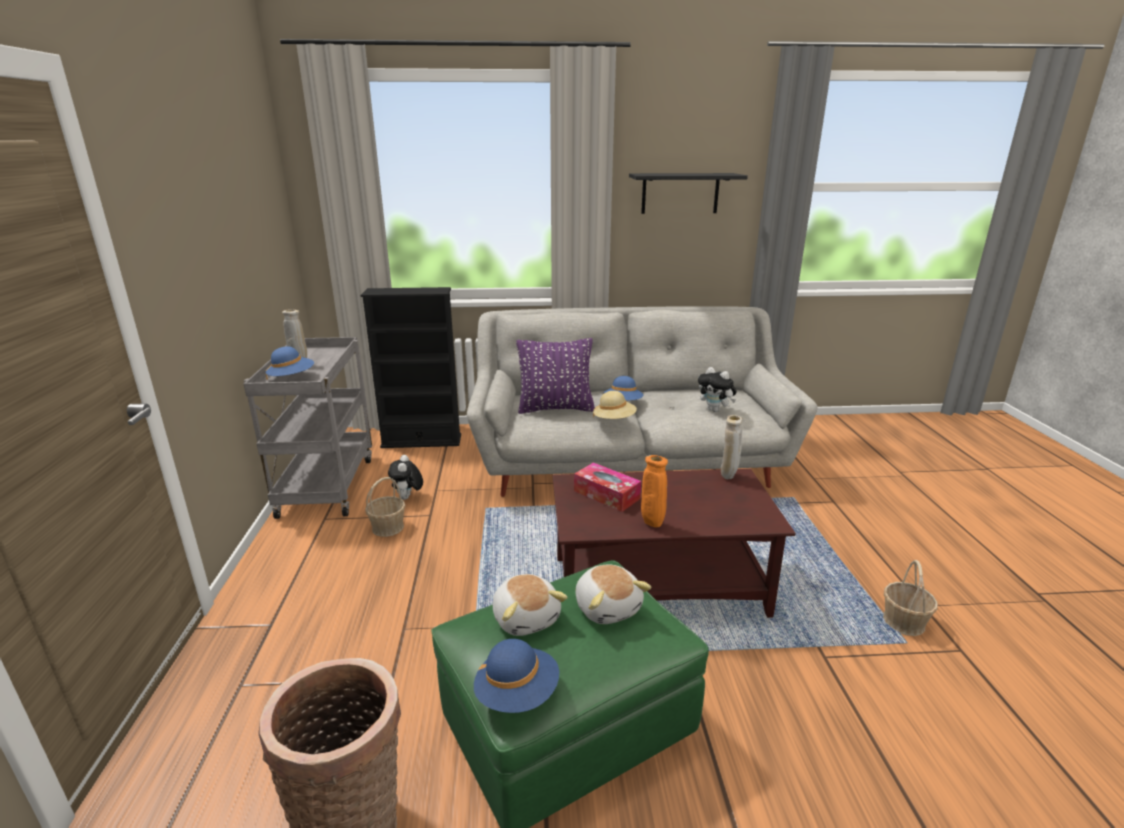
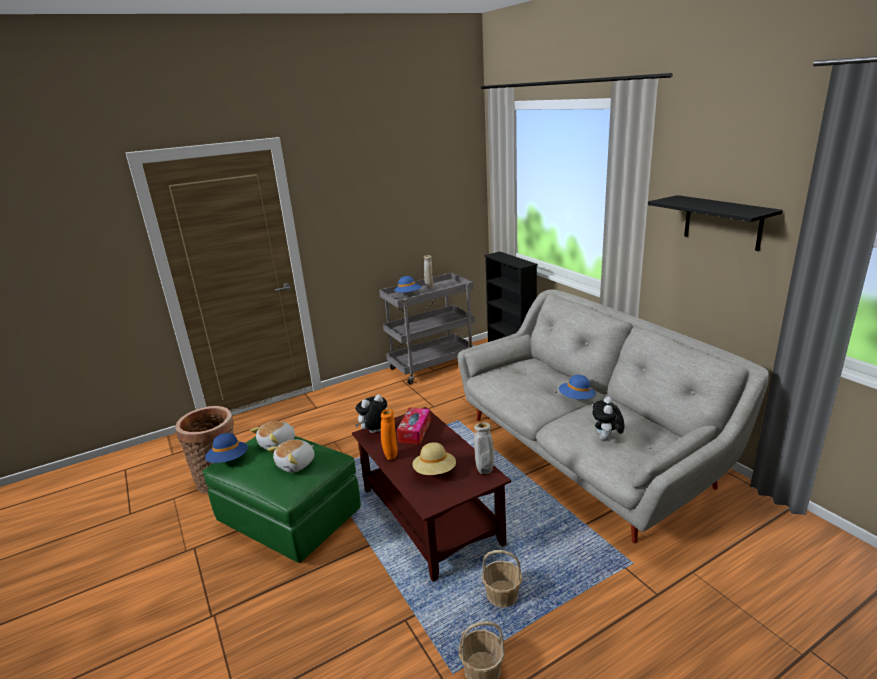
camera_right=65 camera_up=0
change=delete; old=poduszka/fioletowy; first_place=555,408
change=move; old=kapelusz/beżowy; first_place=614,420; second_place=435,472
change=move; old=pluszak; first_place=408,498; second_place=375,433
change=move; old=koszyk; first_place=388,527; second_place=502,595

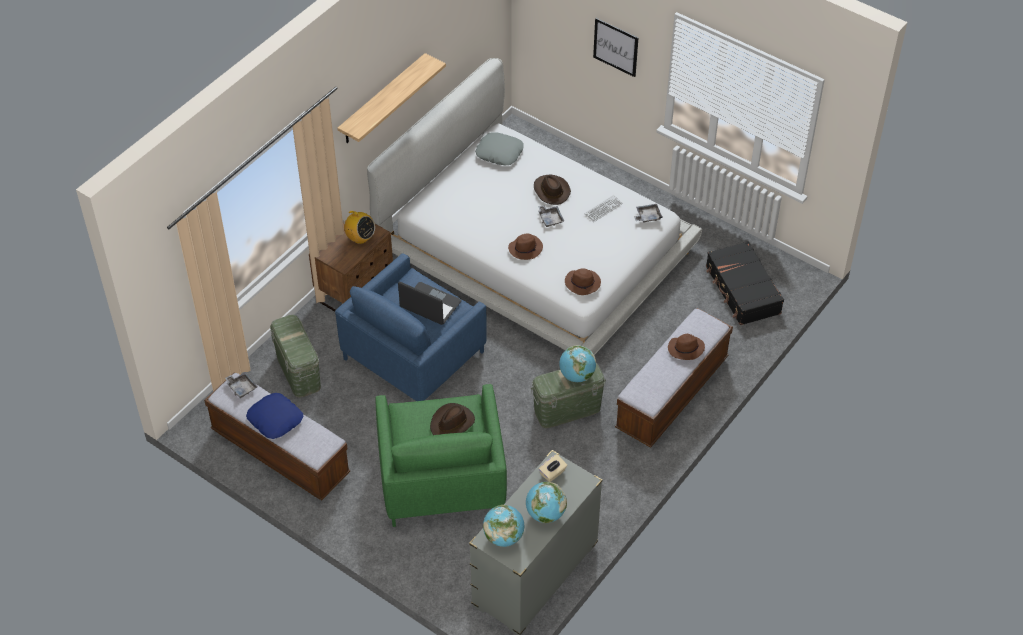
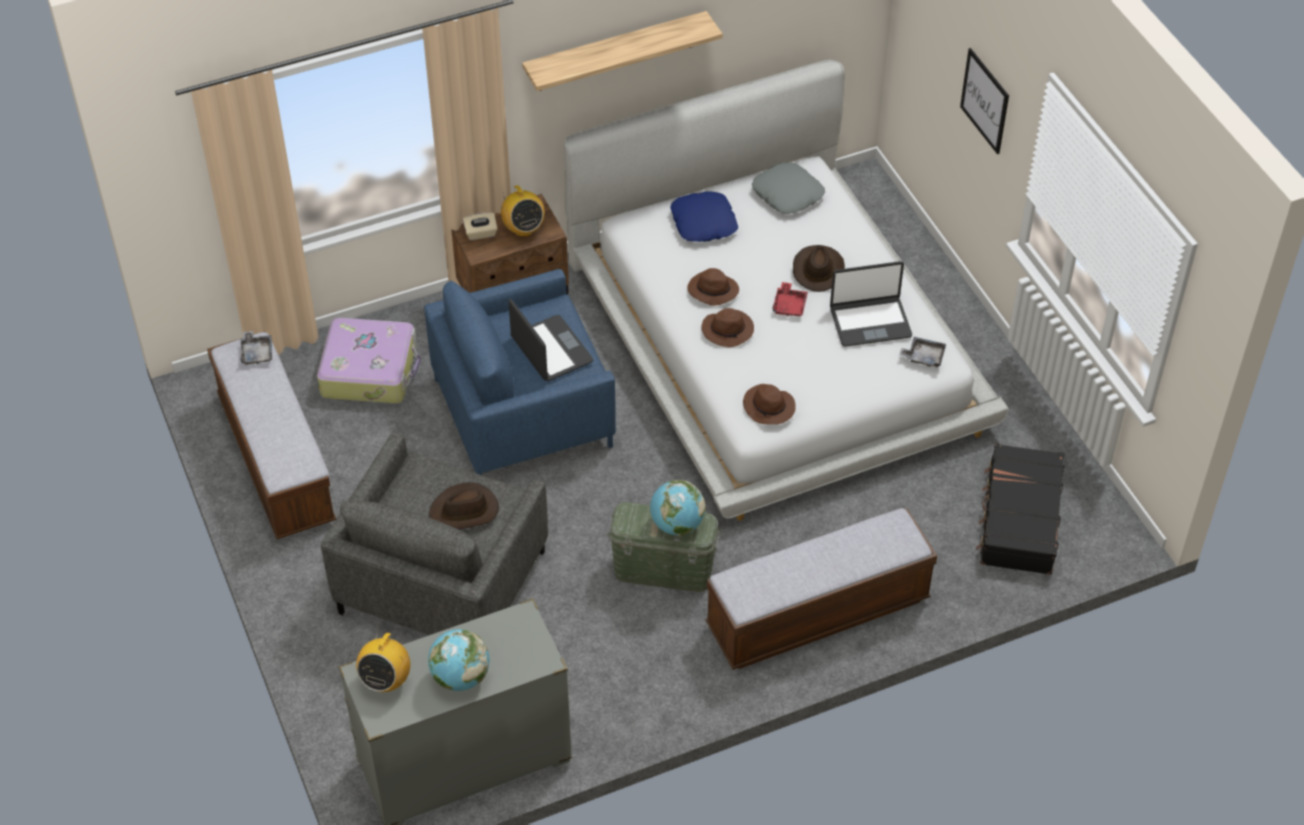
camera_right=30 camera_up=0
change=replace; old=klawiatura; new=laptop; first_place=603,209; second_place=870,322
change=recolor; old=taca/szary; new=taca/czerwony; first_place=550,218; second_place=789,305
change=replace; old=pojemnik do przechowywania/zielony; new=walizka; first_place=298,372; second_place=370,370
change=move; old=kapelusz/brązowy; first_place=685,349; second_place=712,291
change=recolor; old=fotel/zielony; new=fotel/szary; first_place=441,478; second_place=441,581
change=move; old=poduszka/niebieski; first_place=275,419; second_place=704,222
change=move; old=pudełko chusteczek/beżowy; first_place=553,473; second_place=481,234
change=replace; old=globus; new=radio; first_place=503,537; second_place=386,680

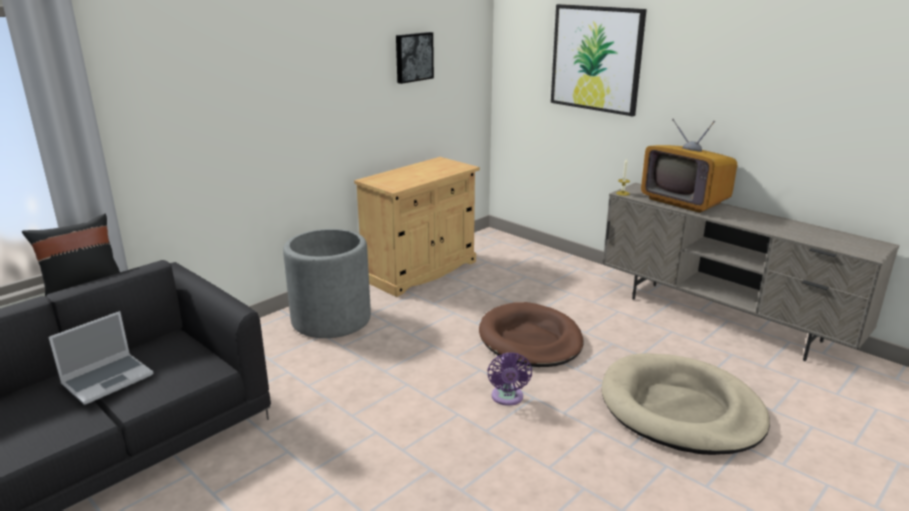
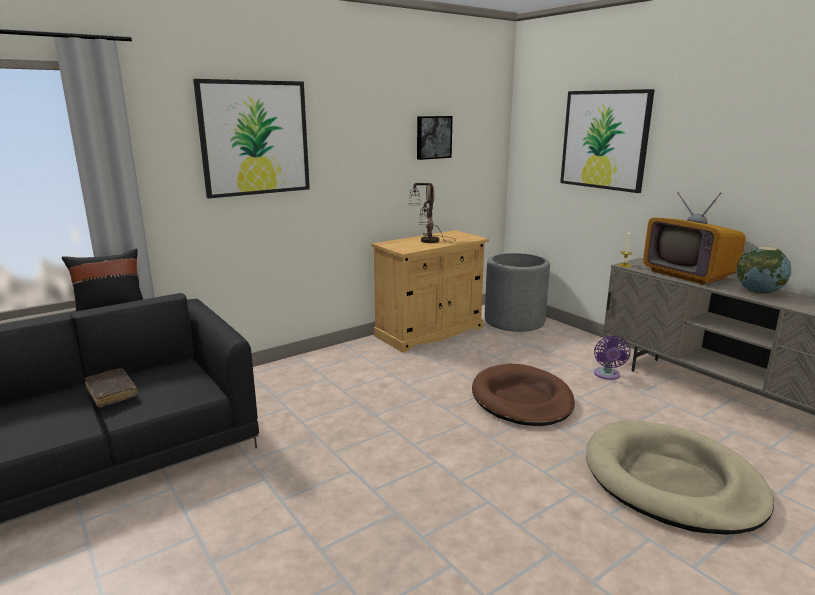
camera_right=10 camera_up=-5
change=move; old=donica/szary; first_place=331,319; second_place=514,321
change=replace; old=laptop; new=książka/brązowy; first_place=108,379; second_place=112,393
change=move; old=wentylator/fioletowy; first_place=507,398; second_place=607,375
change=insert; new=obraz; second_place=255,138
change=insert; new=lampa stołowa; second_place=429,241
change=insert; new=globus; second_place=758,292

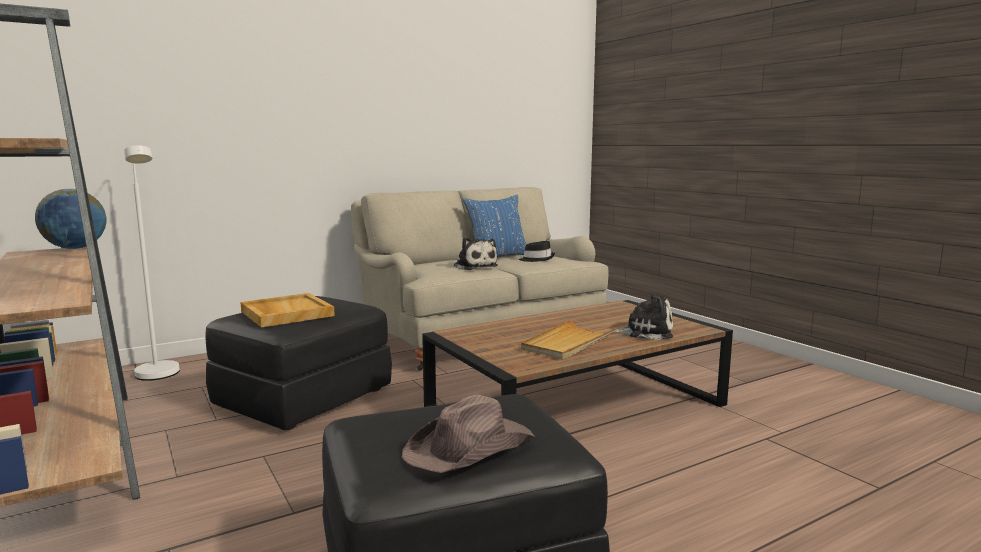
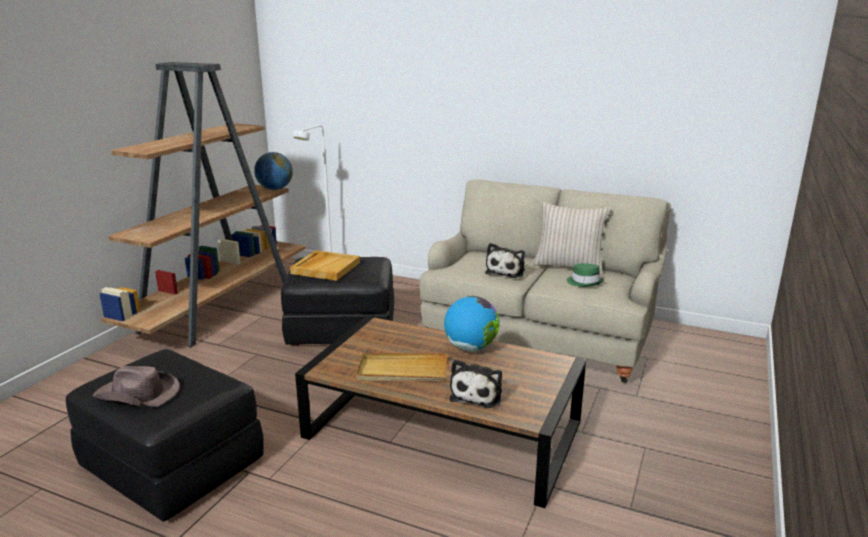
camera_right=55 camera_up=10
change=recolor; old=poduszka/niebieski; new=poduszka/beżowy; first_place=497,257; second_place=568,266
change=recolor; old=kapelusz/czarny; new=kapelusz/zielony; first_place=537,259; second_place=584,282
change=rotate; old=pluszak; first_place=645,332; second_place=477,394; degrees=45
change=insert; new=globus; second_place=470,348

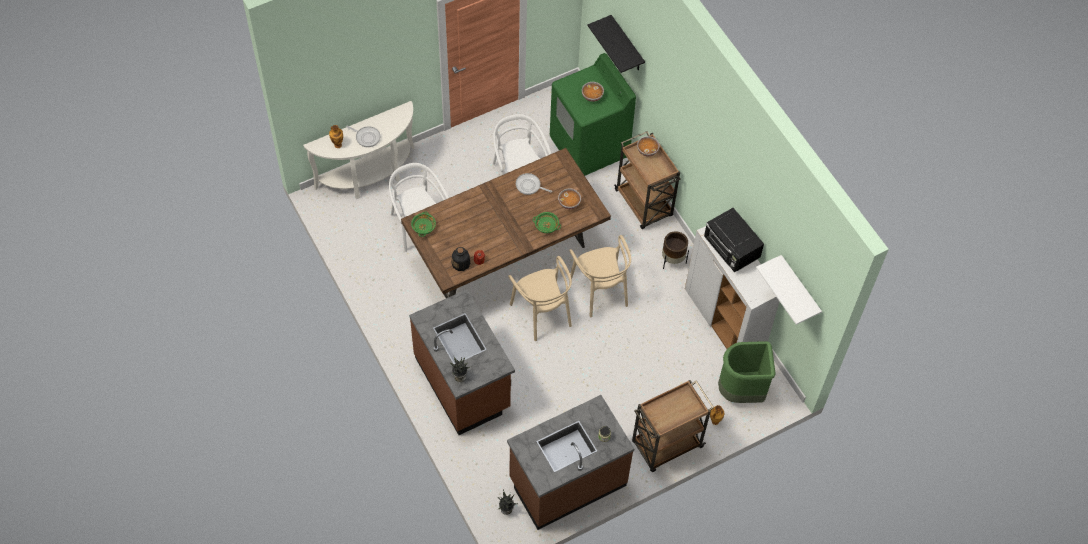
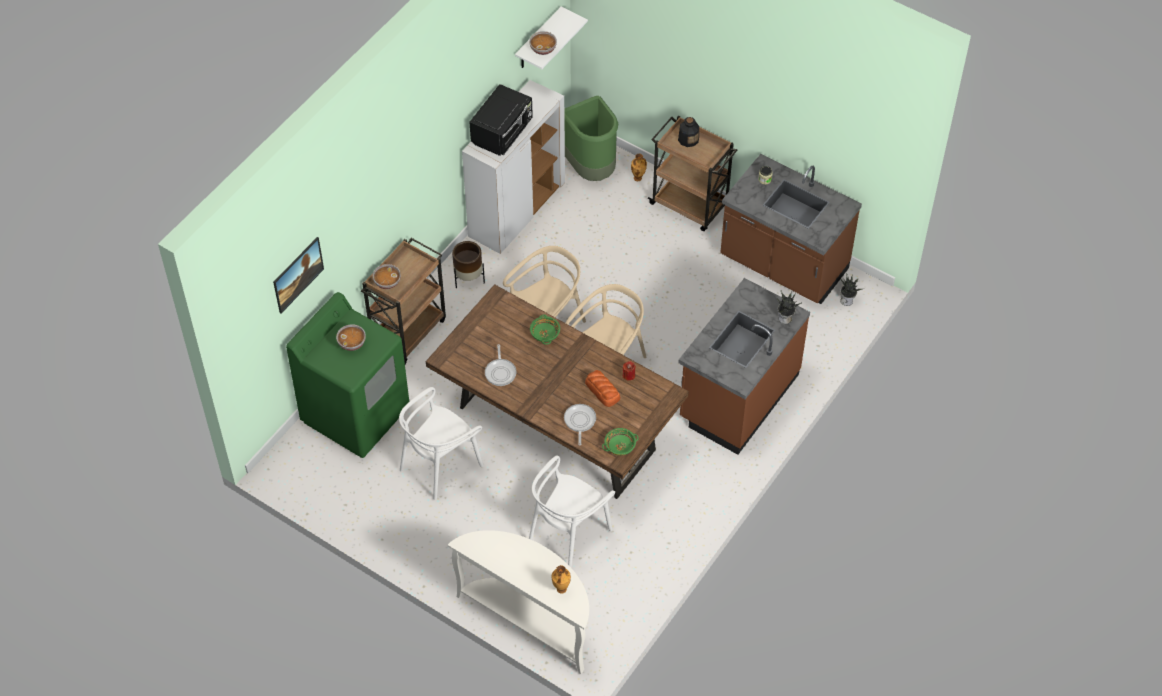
camera_right=-115 camera_up=-5
change=replace; old=półka/czarny; new=obraz; first_place=627,45; second_place=299,282
change=move; old=patelnia; first_place=366,137; second_place=579,421
change=move; old=miska; first_place=569,203; second_place=543,49
change=move; old=butelka; first_place=461,263; second_place=688,139
change=insert; new=chleb; second_place=602,391

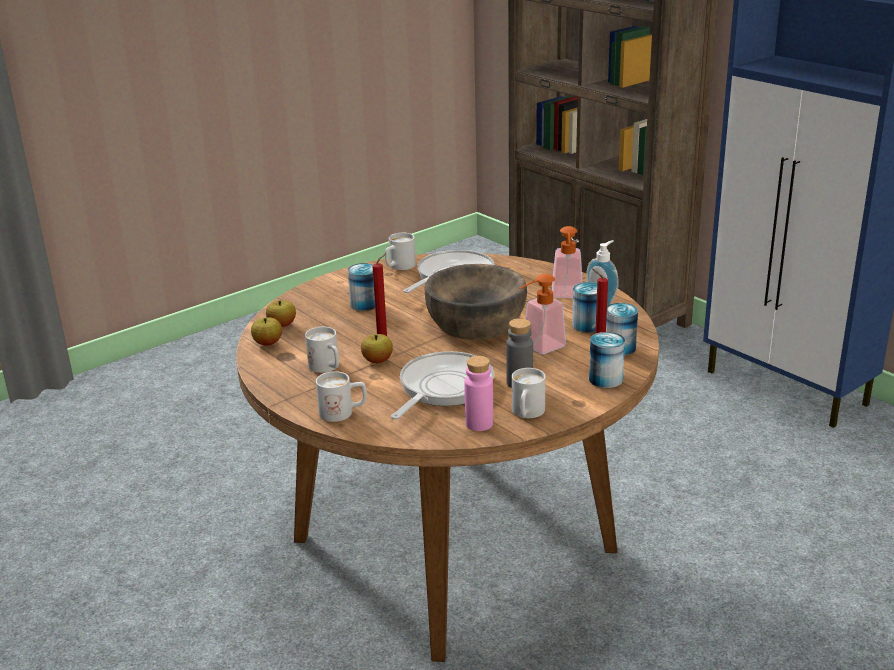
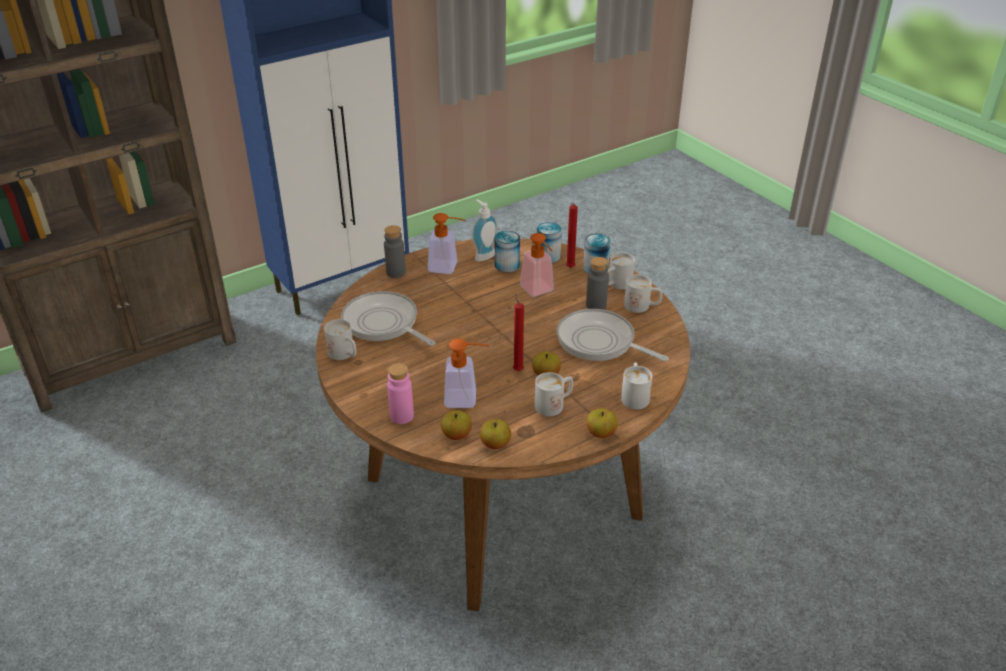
camera_right=-85 camera_up=10
change=delete; old=puszka; first_place=364,304
change=delete; old=miska/brązowy; first_place=476,323
change=move; old=butelka/różowy; first_place=479,424; second_place=402,416
change=insert; new=butelka/szary; second_place=396,272
change=insert; new=kubek/biały; second_place=616,284
change=insert; new=dozownik mydła; second_place=467,399
change=insert; new=jabłko; second_place=601,433

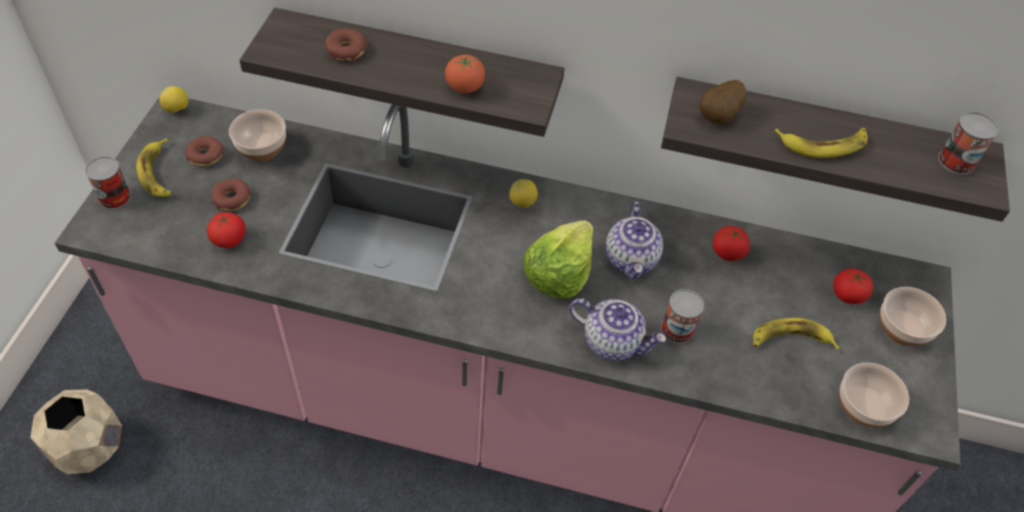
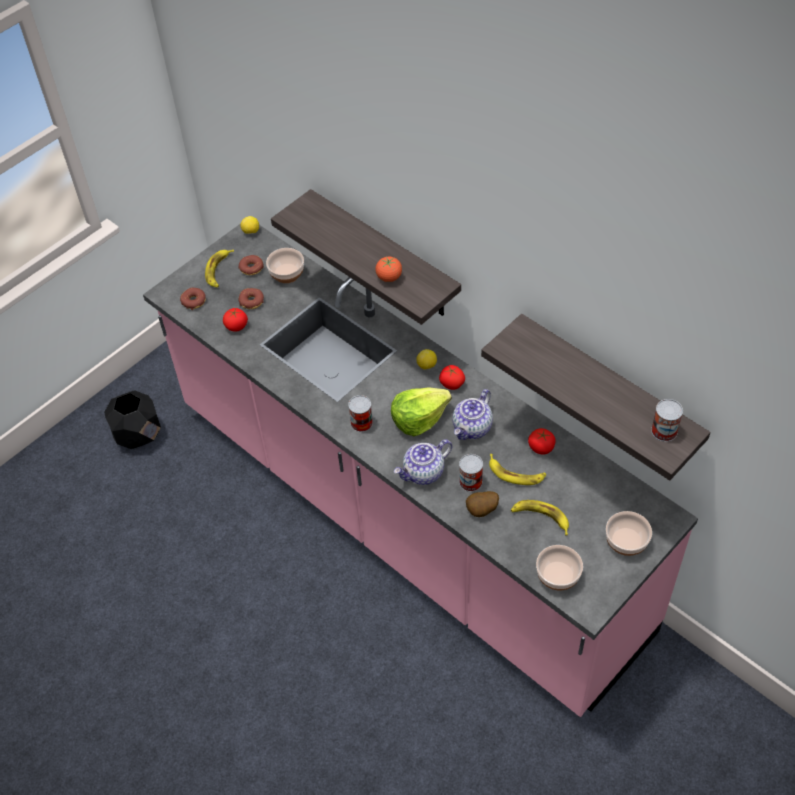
camera_right=35 camera_up=0
change=move; old=donut; first_place=346,50; second_place=194,301
change=move; old=ziemniak; first_place=719,117; second_place=482,511
change=move; old=banan; first_place=823,144; second_place=516,473
change=move; old=puszka; first_place=114,197; second_place=361,423
change=move; old=pomidor; first_place=847,295; second_place=452,384
change=rotate; old=imbryk; first_place=612,342; second_place=423,473; degrees=90
change=recolor; old=donica/beżowy; new=donica/czarny; first_place=89,447; second_place=138,434

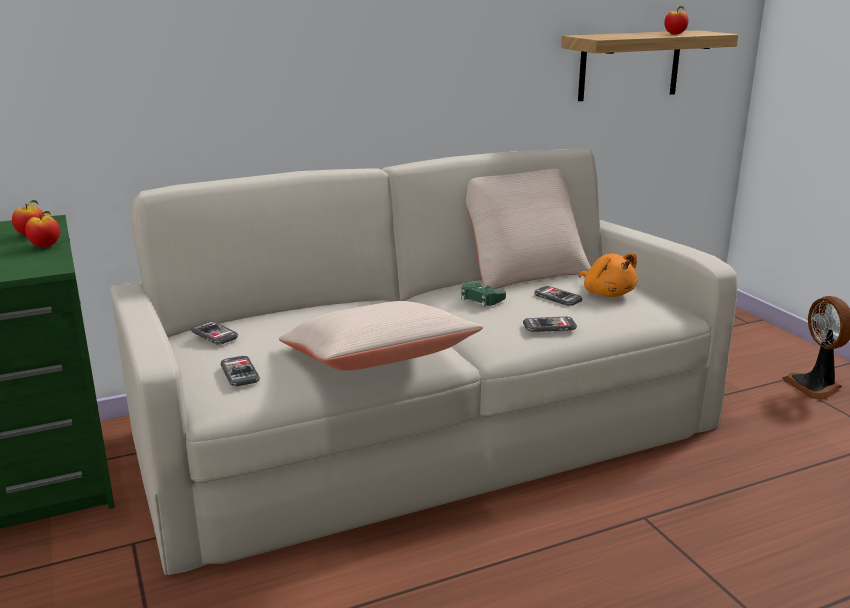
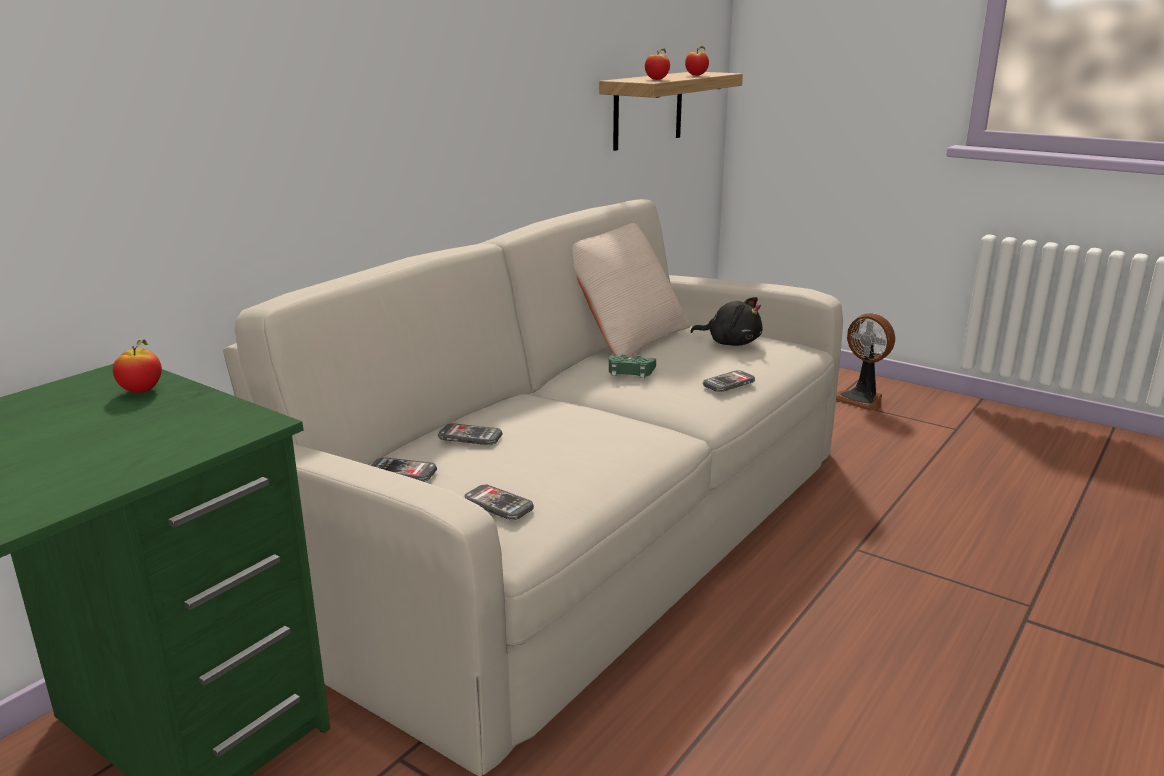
camera_right=-30 camera_up=0
change=move; old=jabłko; first_place=45,246; second_place=657,79
change=recolor; old=pluszak/pomarańczowy; new=pluszak/czarny; first_place=607,293; second_place=731,343
change=move; old=telefon; first_place=557,297; second_place=470,436
change=delete; old=poduszka/beżowy; first_place=377,363

